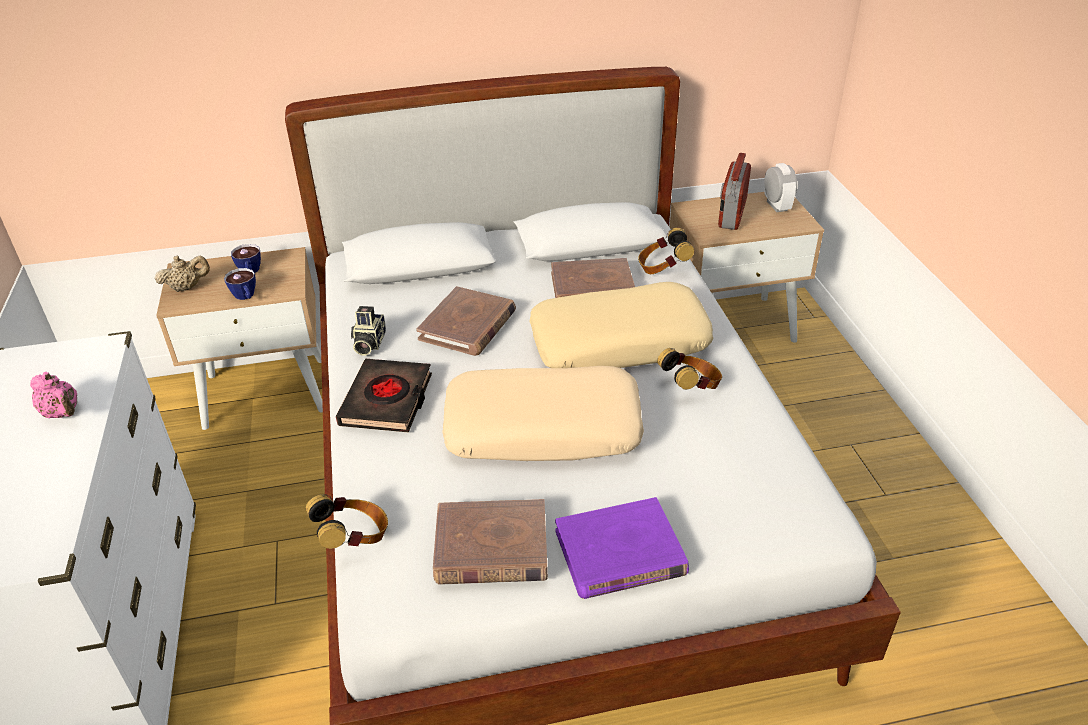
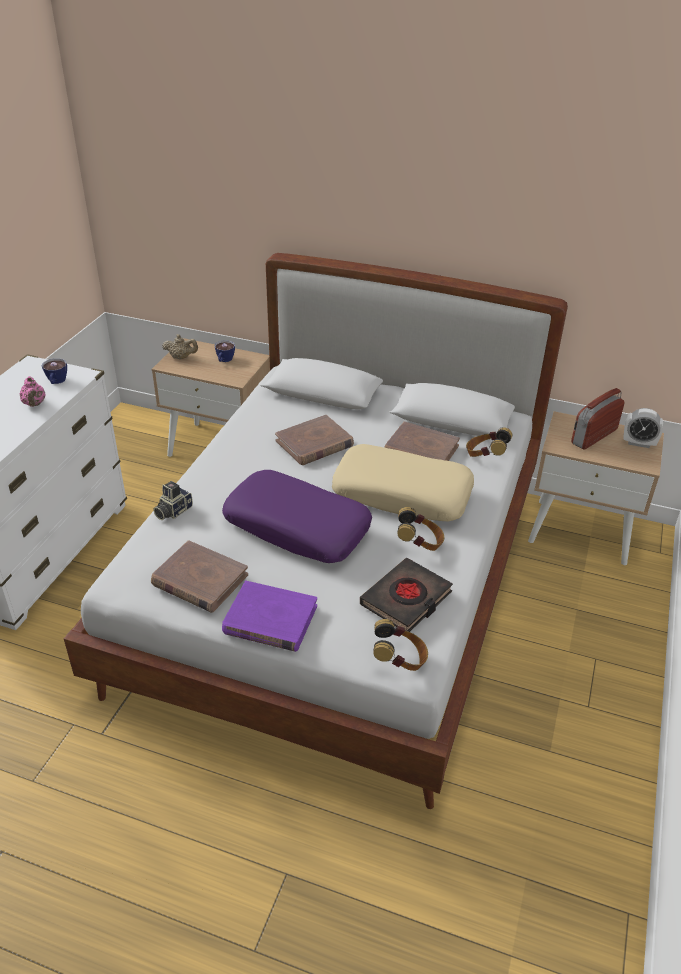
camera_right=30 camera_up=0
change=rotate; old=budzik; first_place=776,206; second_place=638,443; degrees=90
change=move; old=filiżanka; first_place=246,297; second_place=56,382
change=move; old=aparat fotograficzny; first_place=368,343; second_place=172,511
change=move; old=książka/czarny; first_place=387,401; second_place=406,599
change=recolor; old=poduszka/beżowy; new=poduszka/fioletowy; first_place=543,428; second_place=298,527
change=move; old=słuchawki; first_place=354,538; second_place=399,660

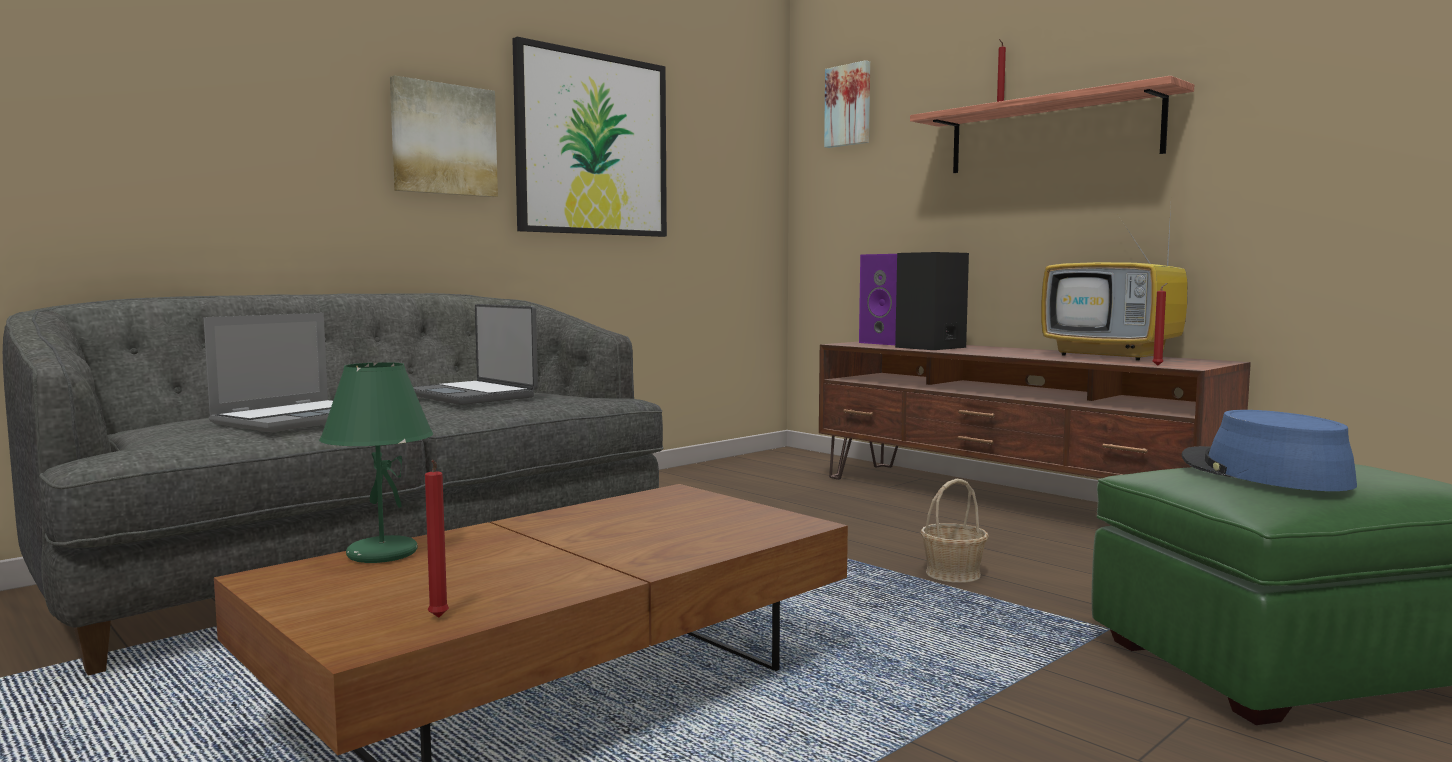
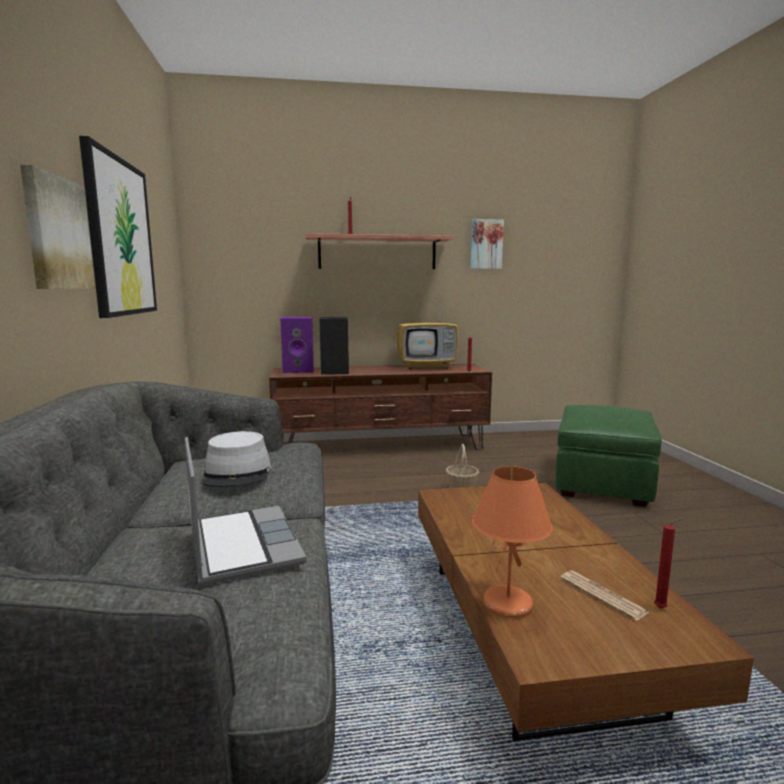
camera_right=-55 camera_up=5
change=move; old=obraz; first_place=849,105; second_place=486,244
change=replace; old=laptop; new=kapelusz/szary; first_place=473,395; second_place=237,474
change=recolor; old=lampa stołowa/zielony; new=lampa stołowa/pomarańczowy; first_place=380,554; second_place=507,605
change=delete; old=kapelusz/niebieski; first_place=1263,473
change=insert; new=gazeta; second_place=602,595

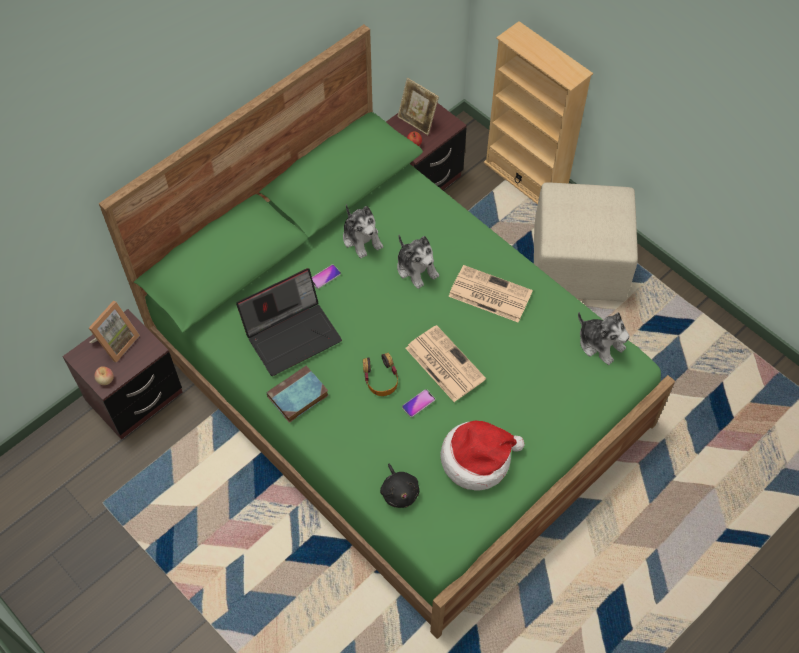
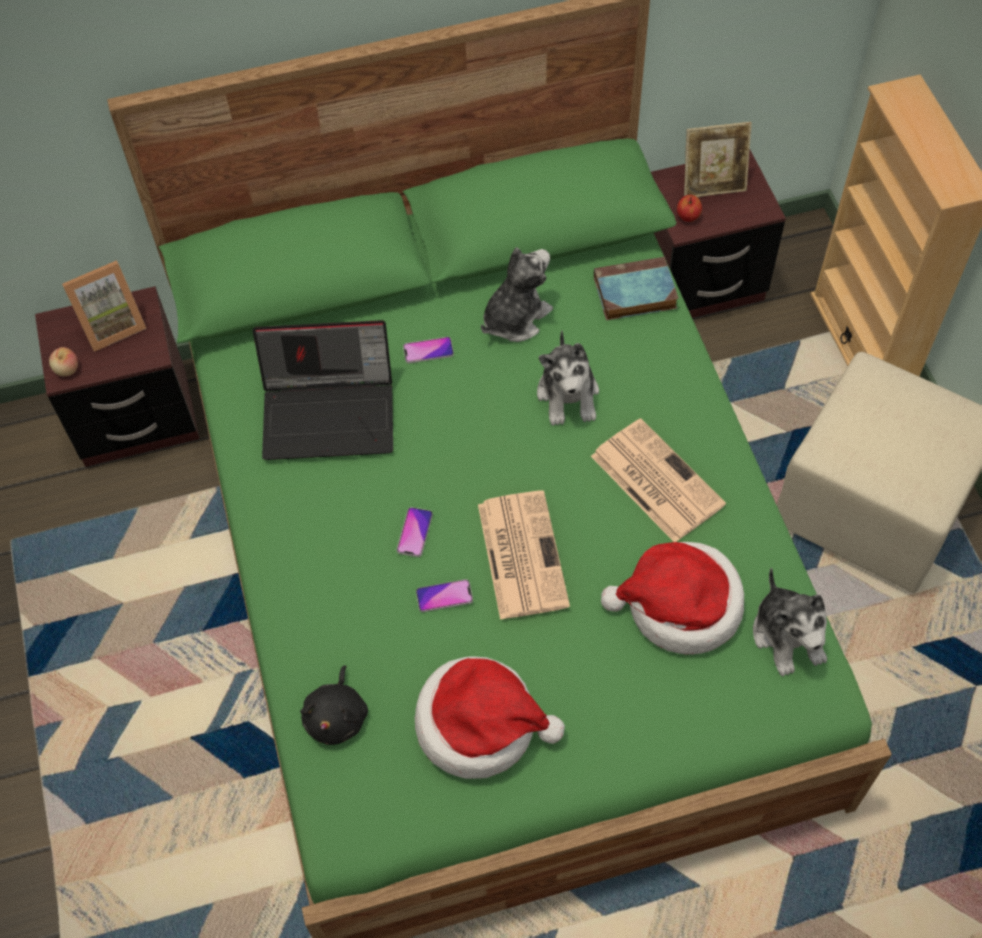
camera_right=30 camera_up=0
change=rotate; old=ramka na zdjęcie; first_place=417,122; second_place=713,186; degrees=-75
change=rotate; old=pluszak; first_place=362,239; second_place=515,318; degrees=-135
change=replace; old=słuchawki; new=telefon; first_place=380,378; second_place=414,532
change=move; old=książka; first_place=297,397; second_place=633,294
change=insert; new=kapelusz; second_place=679,606

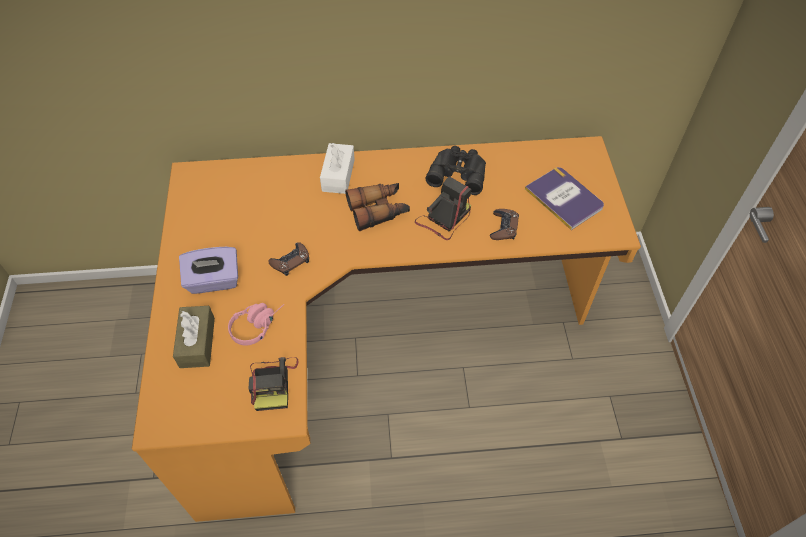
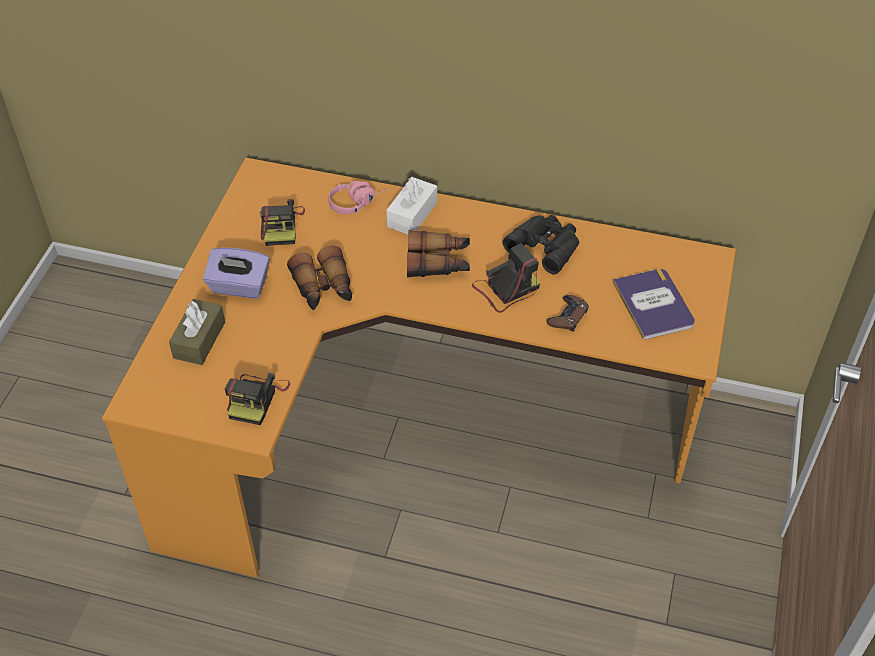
camera_right=20 camera_up=-5
change=replace; old=pad do gier/brązowy; new=lornetka; first_place=290,261; second_place=323,288
change=move; old=słuchawki/różowy; first_place=258,324; second_place=357,202
change=insert; new=aparat fotograficzny; second_place=281,226

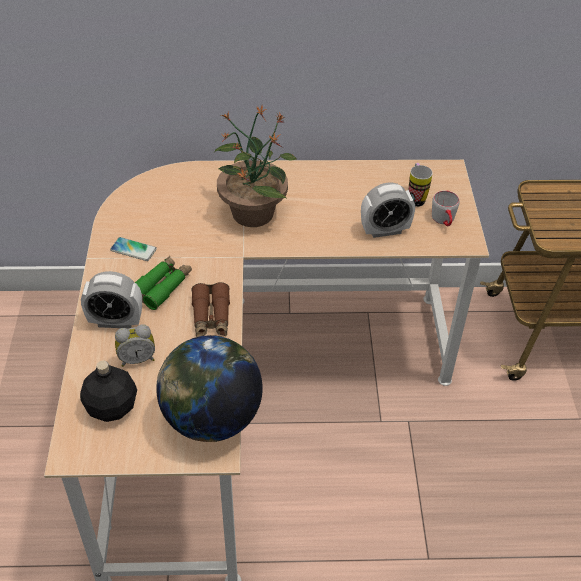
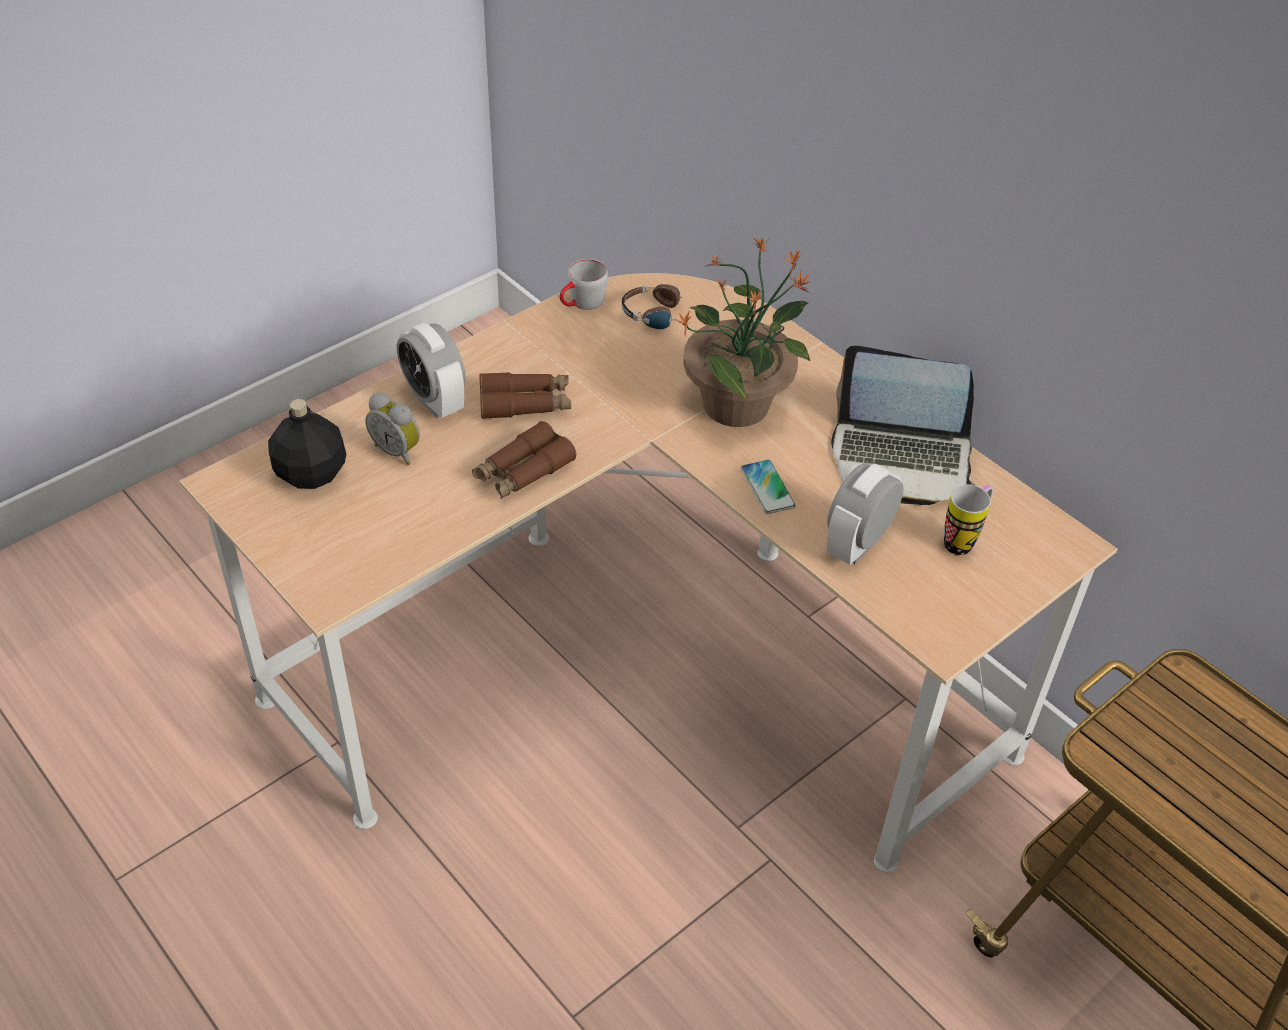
camera_right=50 camera_up=0
change=rotate; old=budzik; first_place=385,230; second_place=858,544; degrees=90
change=move; old=kubek/szary; first_place=444,221; second_place=581,303
change=move; old=telefon; first_place=133,249; second_place=767,488
change=recolor; old=lornetka/zielony; new=lornetka/brązowy; first_place=162,287; second_place=525,403
change=delete; old=globus; first_place=212,419
change=insert; new=słuchawki; second_place=661,315
change=insert; new=laptop; second_place=901,460

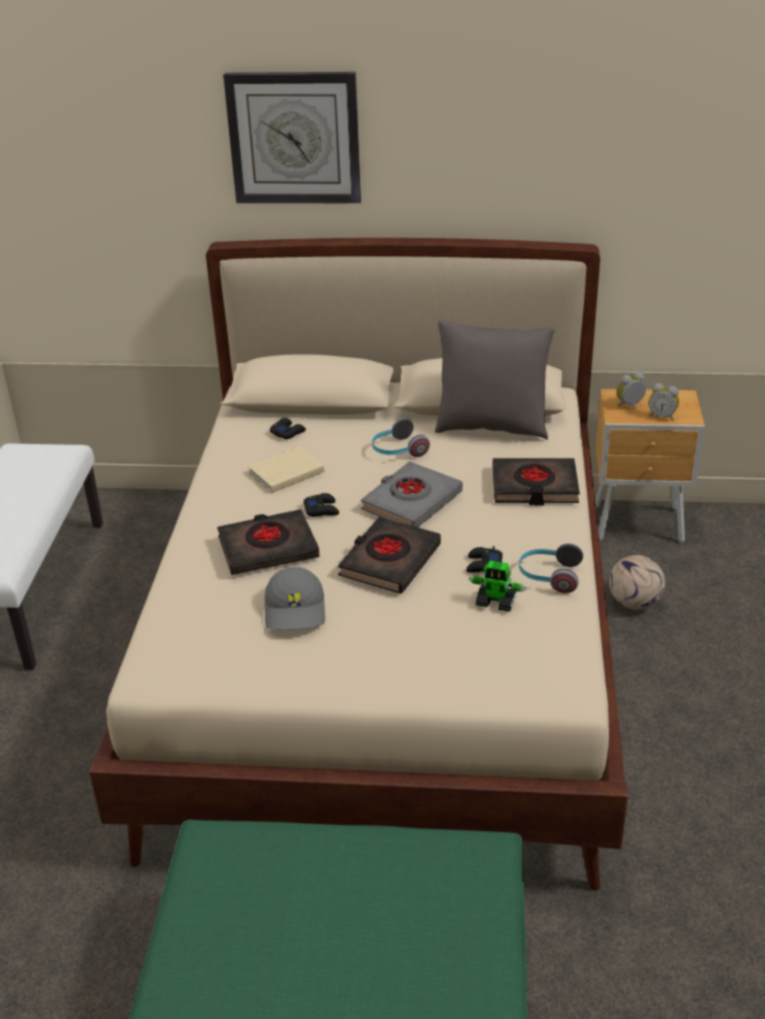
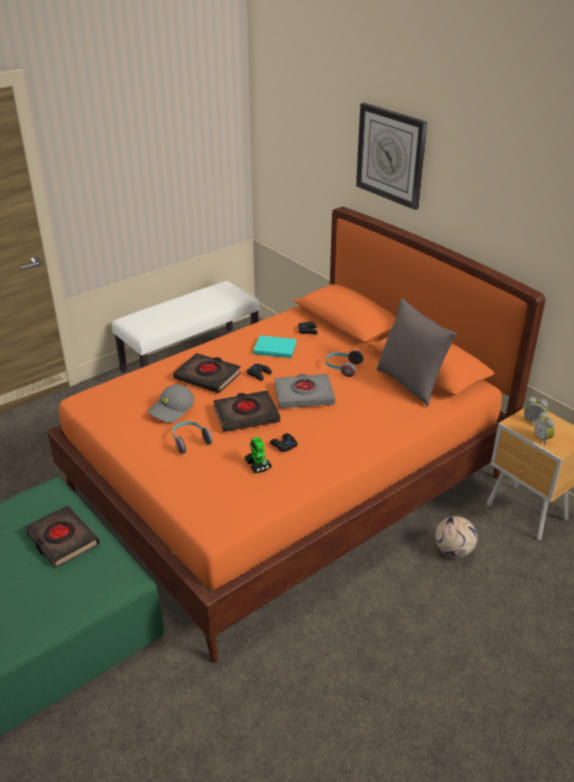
camera_right=45 camera_up=0
change=recolor; old=łóżko/beżowy; new=łóżko/pomarańczowy; first_place=389,656; second_place=288,486
change=recolor; old=książka/beżowy; new=książka/turkusowy; first_place=284,472; second_place=274,348
change=move; old=książka/czarny; first_place=534,487; second_place=62,539
change=move; old=słuchawki; first_place=549,576; second_place=189,441

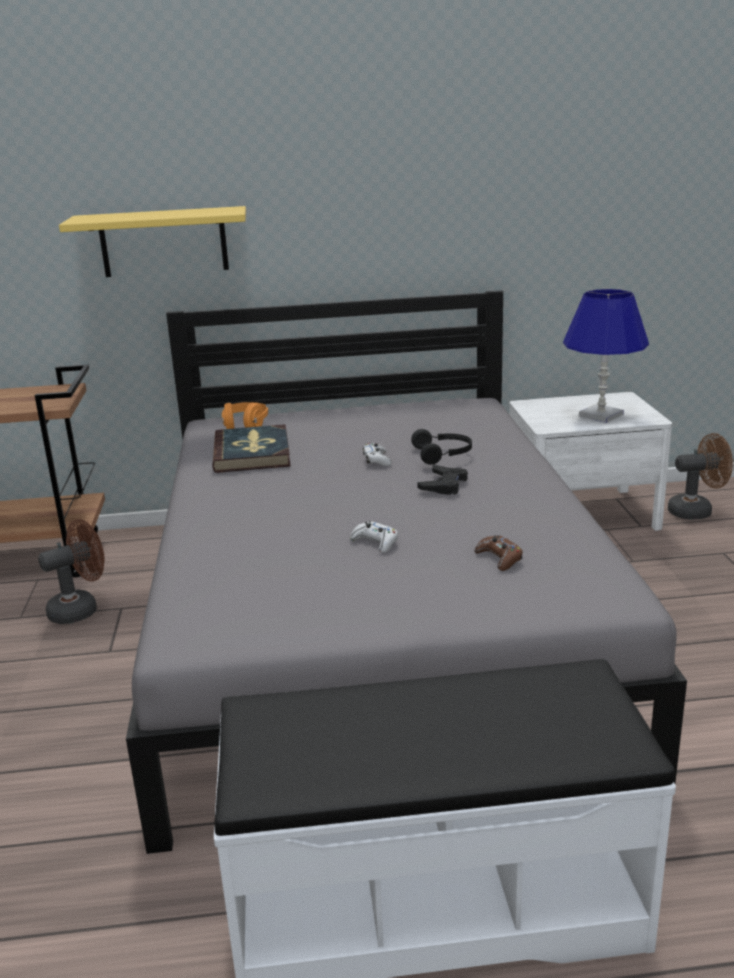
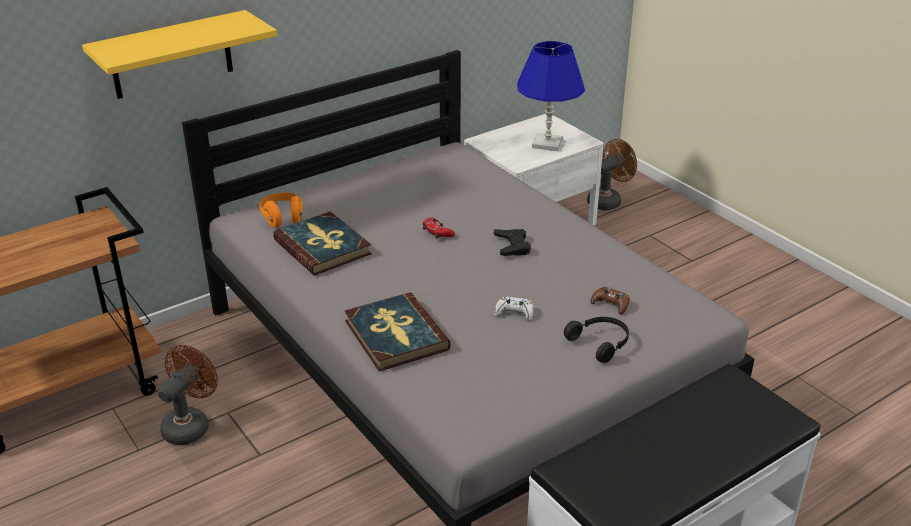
camera_right=-30 camera_up=10
change=move; old=słuchawki/czarny; first_place=443,454; second_place=600,343
change=recolor; old=pad do gier/biały; new=pad do gier/czerwony; first_place=376,460; second_place=437,232
change=insert; new=książka; second_place=395,335

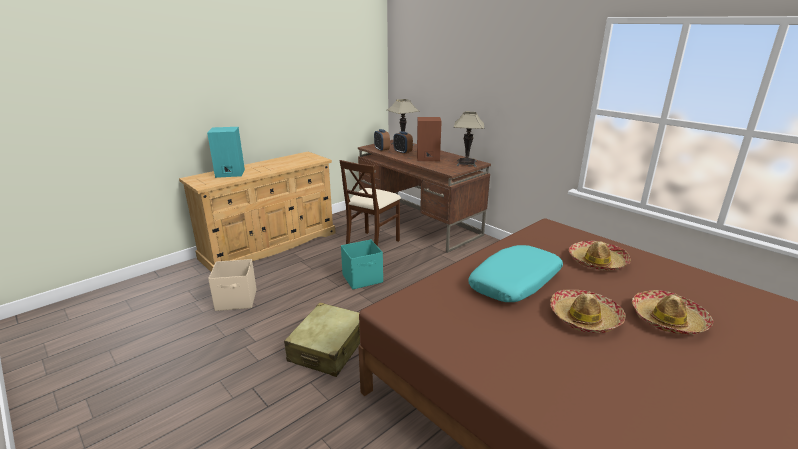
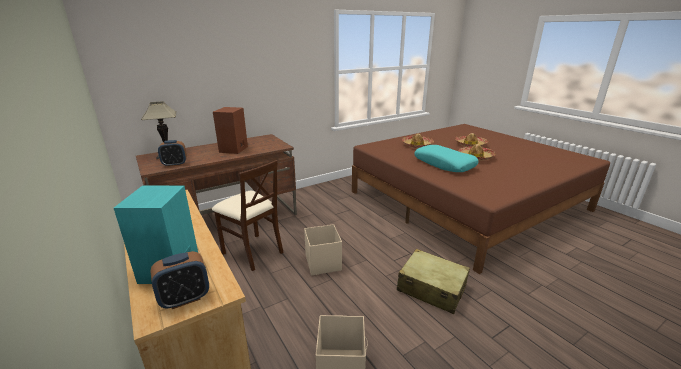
camera_right=-80 camera_up=0
change=delete; old=lampa stołowa; first_place=466,163
change=move; old=budzik; first_place=402,152; second_place=185,299
change=recolor; old=pojemnik do przechowywania/turkusowy; new=pojemnik do przechowywania/beżowy; first_place=363,278; second_place=323,262

